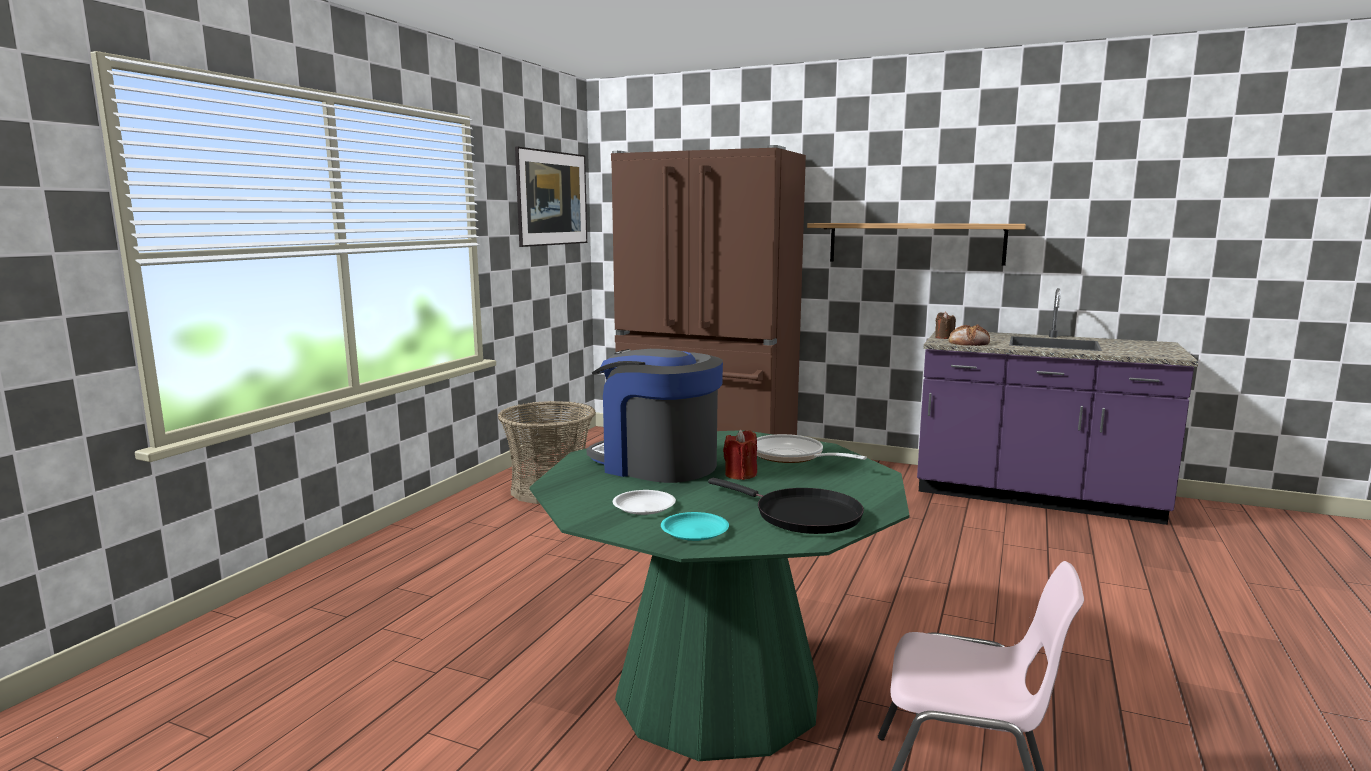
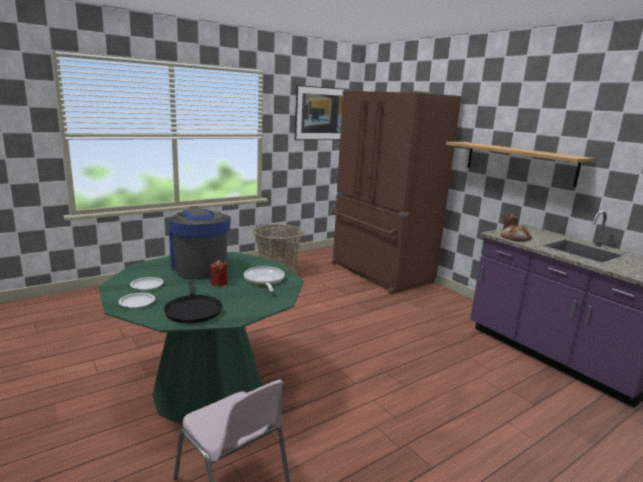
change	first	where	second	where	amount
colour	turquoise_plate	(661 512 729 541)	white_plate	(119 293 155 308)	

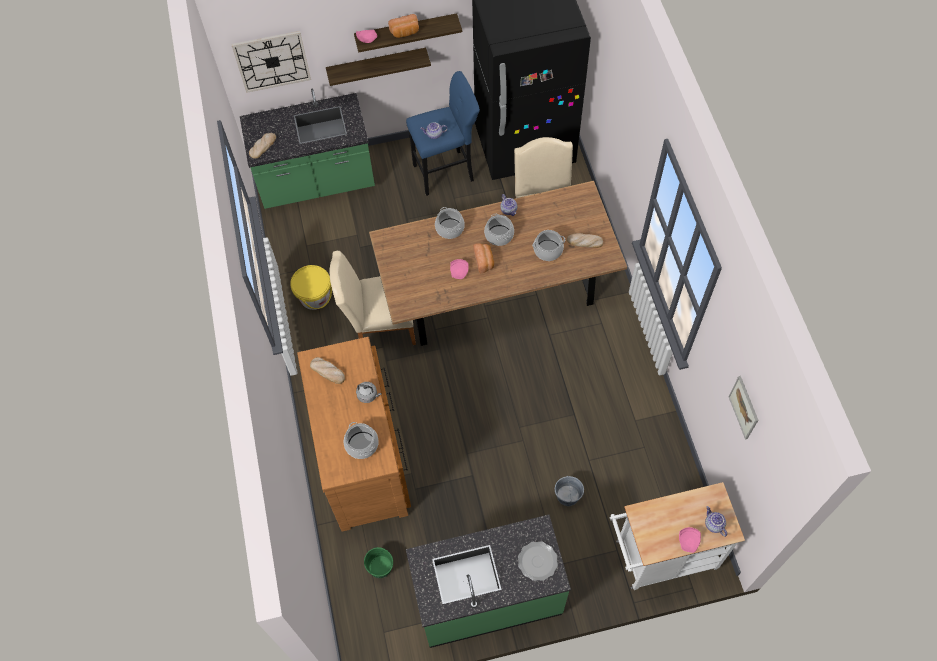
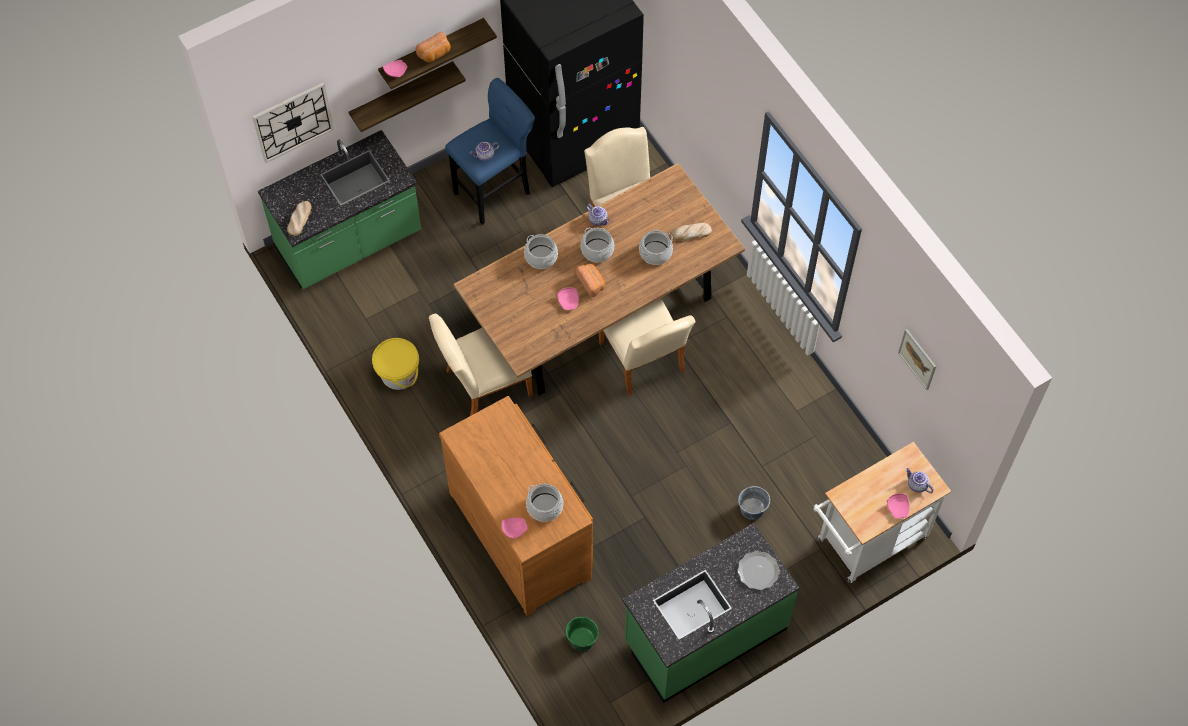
change	first	where	second	where	amount
missing	bread	(310 357 345 384)			
missing	grey_kettle	(356 382 381 403)			
appeared			beige_chair	(599 298 695 396)	
appeared			pink_plate	(501 518 528 539)	

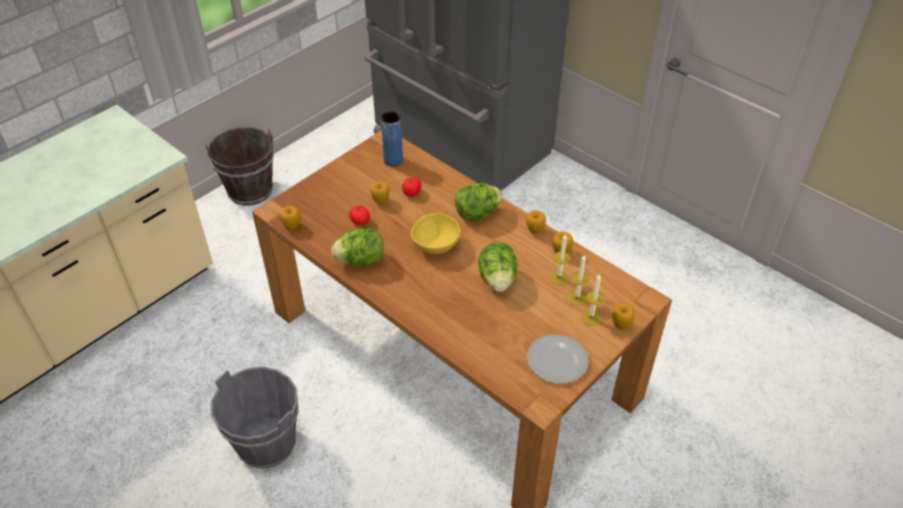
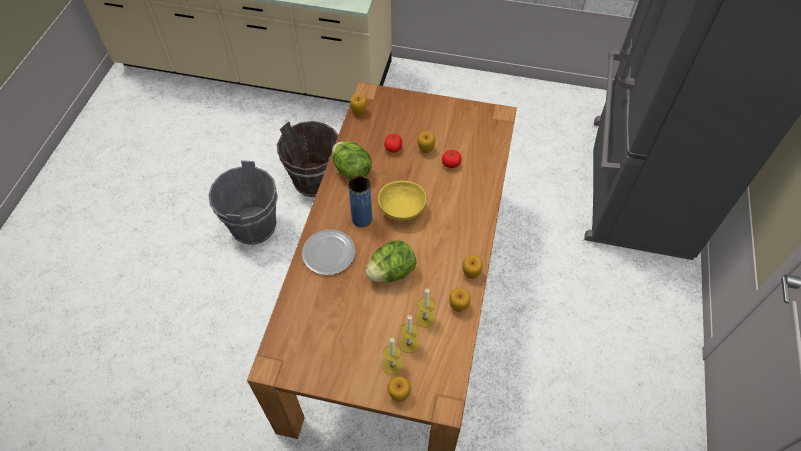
change	first	where	second	where	amount
relocated	blue_vase	(381 111 403 167)		(348 176 372 227)	
relocated	brown_bucket	(205 127 274 205)		(277 121 338 197)	
missing	lettuce	(454 183 503 221)			
relocated	plate	(527 334 589 384)		(302 229 355 275)	

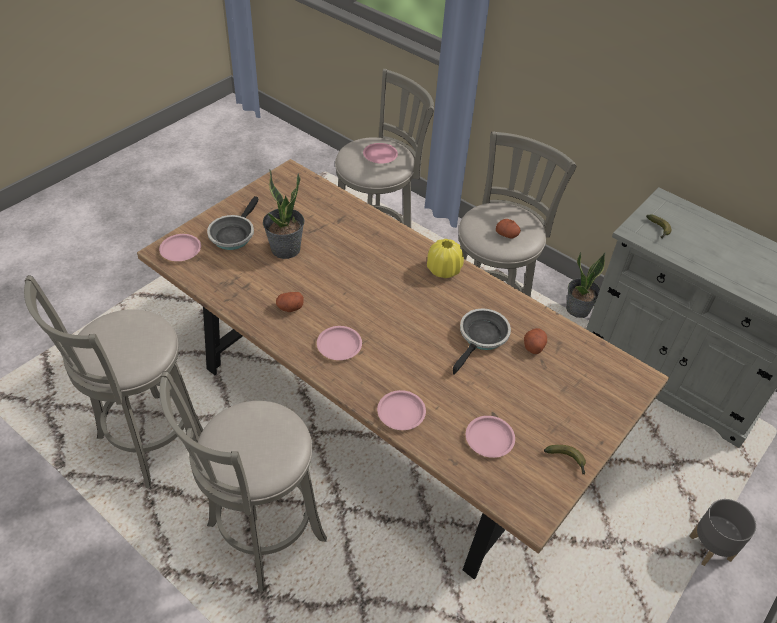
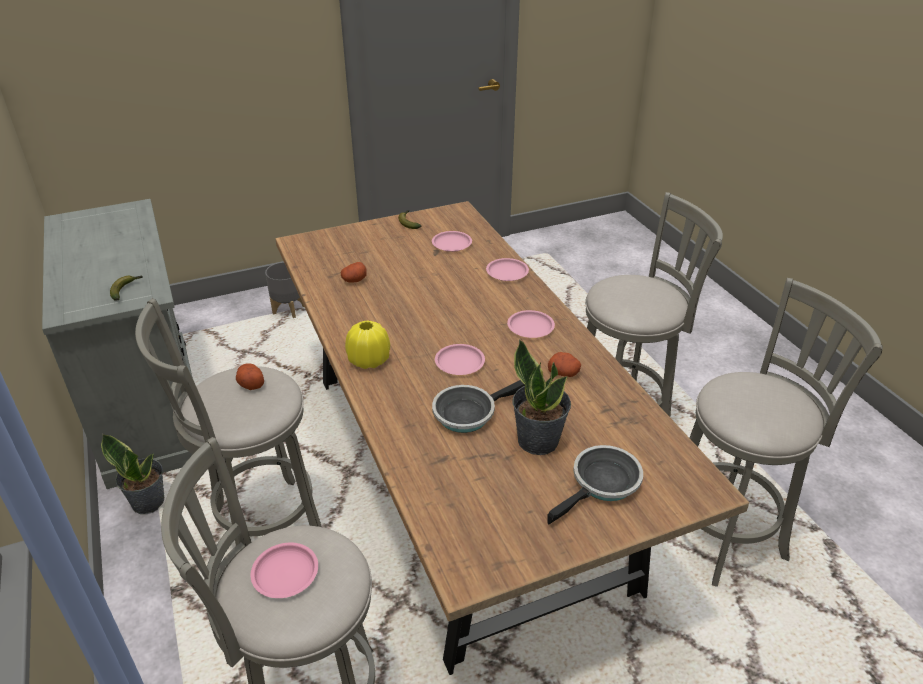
change	first	where	second	where	amount
relocated	pink_plate	(159 234 201 261)		(435 344 485 375)	
relocated	frying_pan	(453 308 511 375)		(432 380 525 433)	

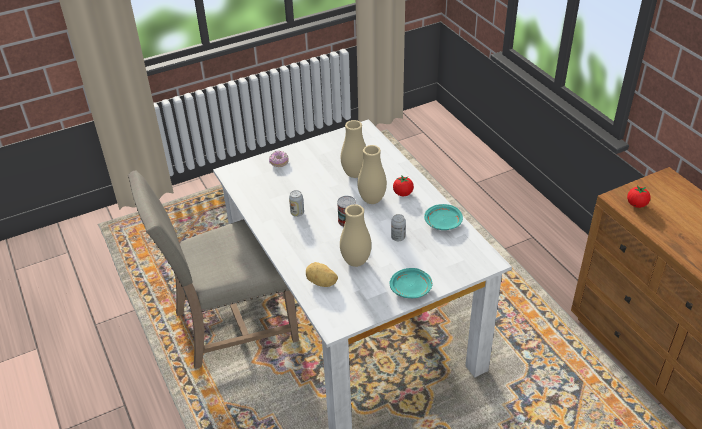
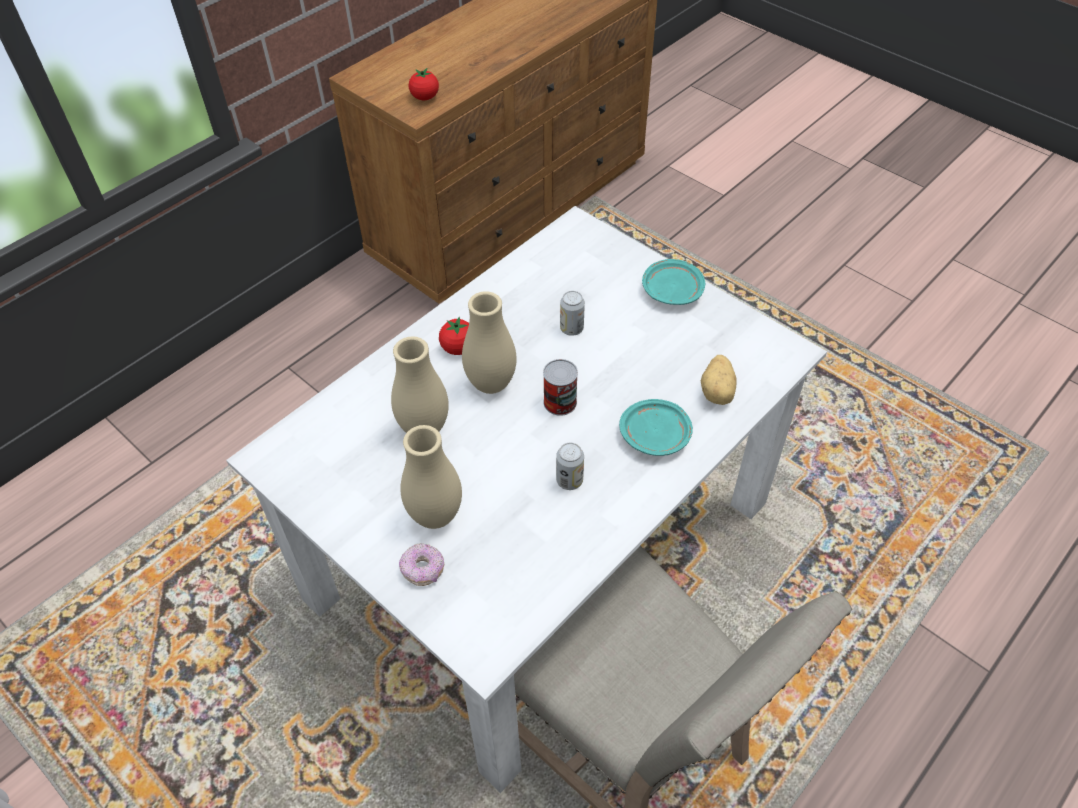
change	first	where	second	where	amount
relocated	beige_vase	(340 204 372 267)		(400 425 462 529)	
relocated	turquoise_plate	(424 204 463 230)		(619 399 693 456)	

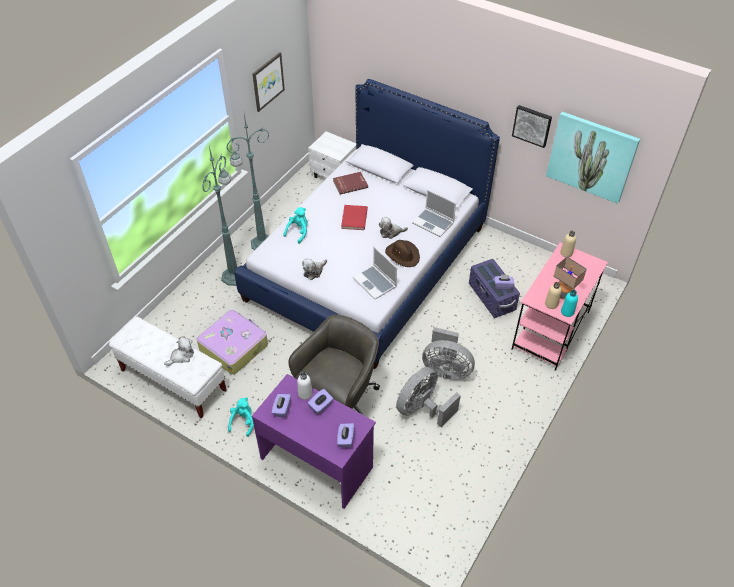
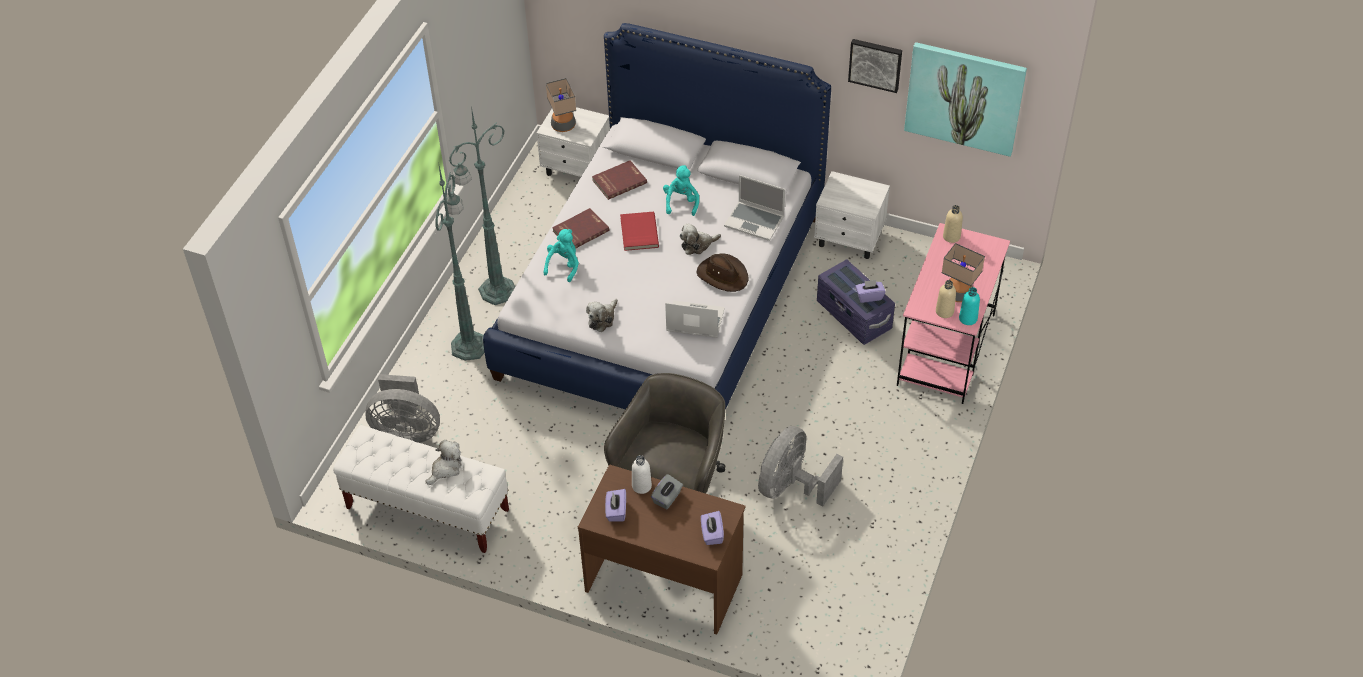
change	first	where	second	where	amount
missing	picture	(253 52 285 112)			
spun	laptop	(353 247 397 299)		(665 300 725 338)	150 degrees clockwise
missing	suitcase	(197 310 268 374)			
relocated	grey_fan	(423 327 475 380)		(365 374 440 443)	
colour	purple_desk	(252 374 376 509)	brown_desk	(578 464 746 635)	
colour	purple_tissue_box	(308 389 333 415)	grey_tissue_box	(651 474 683 509)	
relocated	turquoise_plush_toy	(228 397 254 437)		(663 165 699 216)	
appeared			table_lamp	(546 78 576 132)	
appeared			white_nightstand	(814 171 890 259)	
appeared			red_book	(552 208 610 248)	

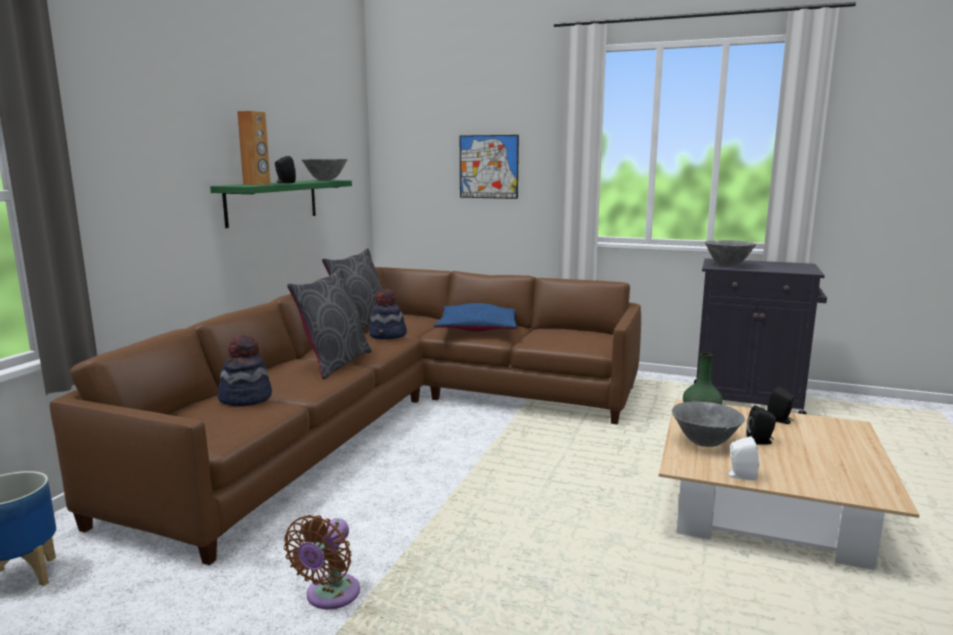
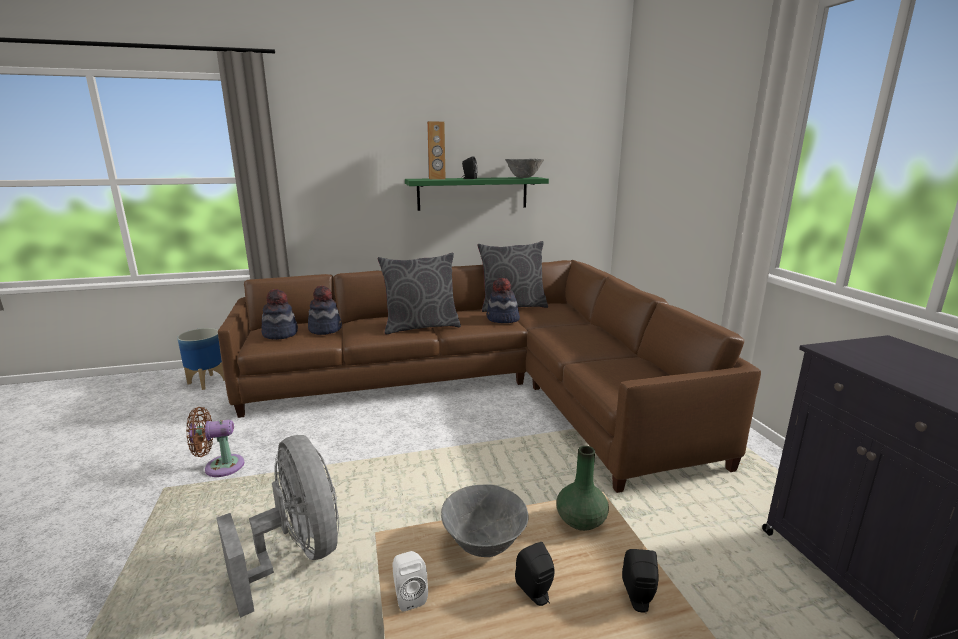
change	first	where	second	where	amount
missing	picture	(460 135 519 199)			
missing	grey_bowl	(704 240 757 266)			
missing	blue_pillow	(434 303 517 332)			
appeared			hat	(262 289 298 340)	
appeared			grey_fan	(217 435 339 618)	

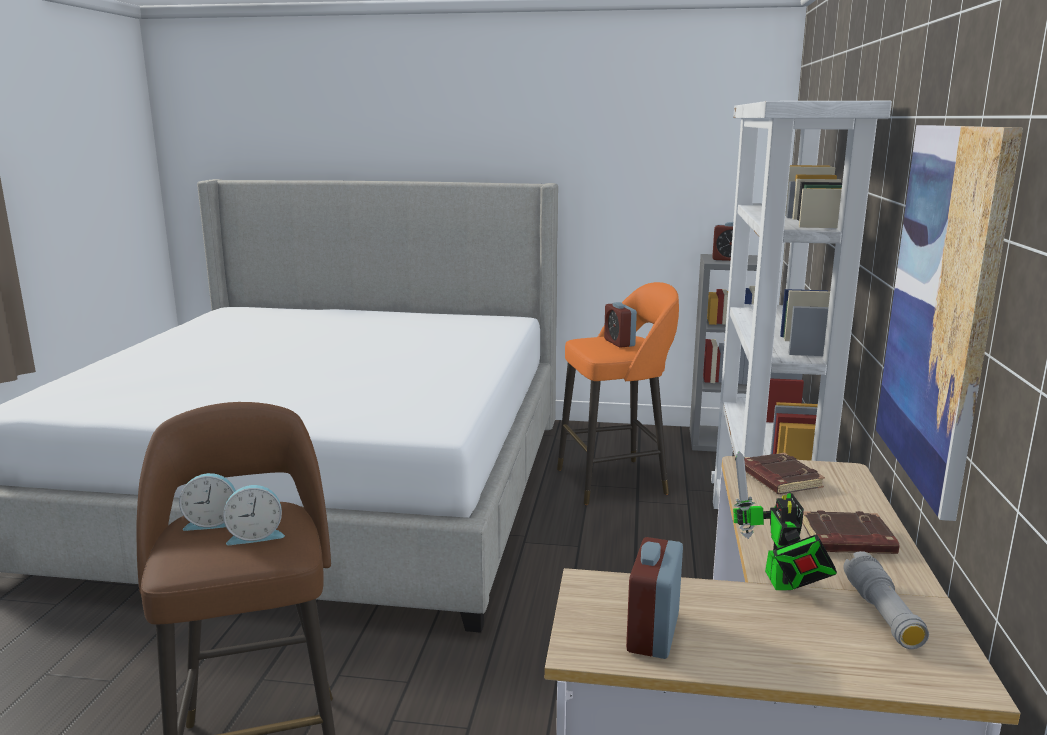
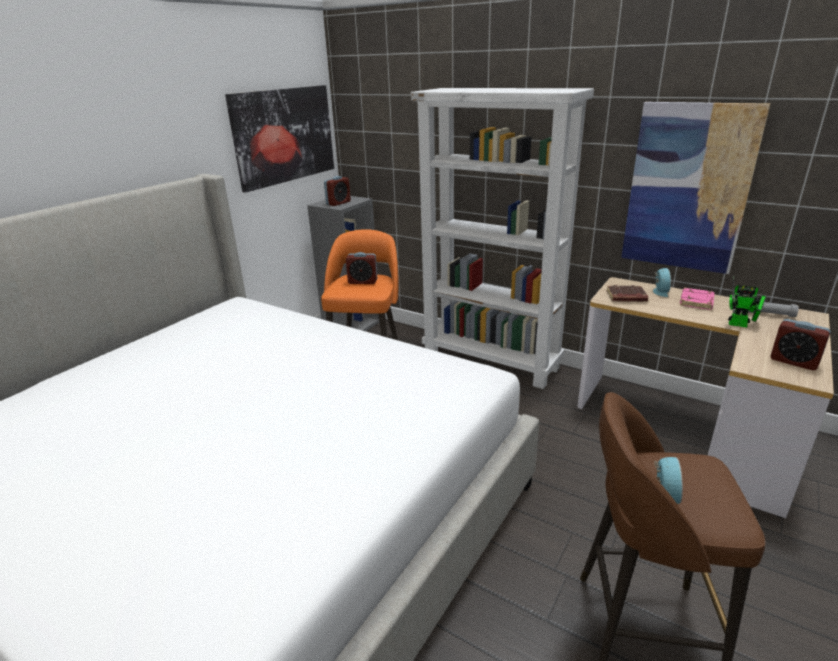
change	first	where	second	where	amount
relocated	alarm_clock	(223 485 285 545)		(653 268 671 297)	
colour	brown_book	(802 510 900 554)	pink_book	(680 288 715 310)	
appeared			picture	(225 85 334 192)	

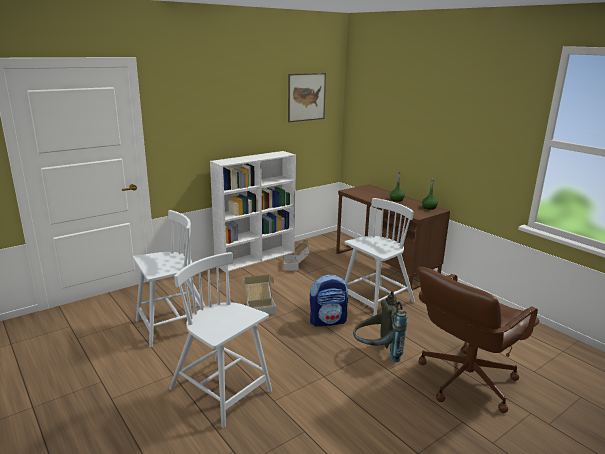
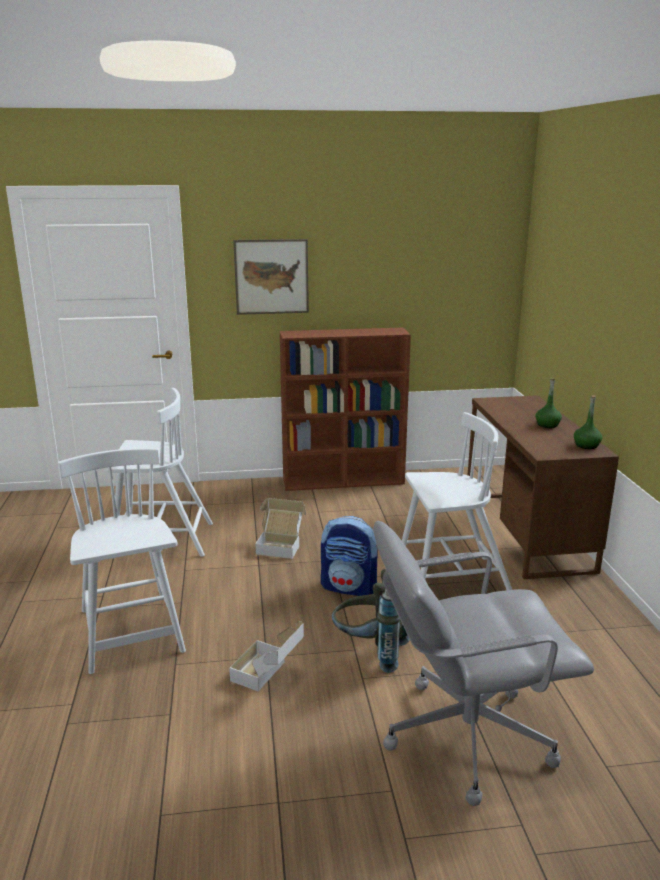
change	first	where	second	where	amount
relocated	picture	(288 73 326 122)		(233 239 309 315)	
colour	white_bookcase	(210 151 296 272)	brown_bookcase	(280 328 411 491)	
relocated	cardboard_box	(284 239 309 271)		(229 621 304 692)	
colour	brown_office_chair	(418 267 539 413)	grey_office_chair	(374 521 594 806)	

